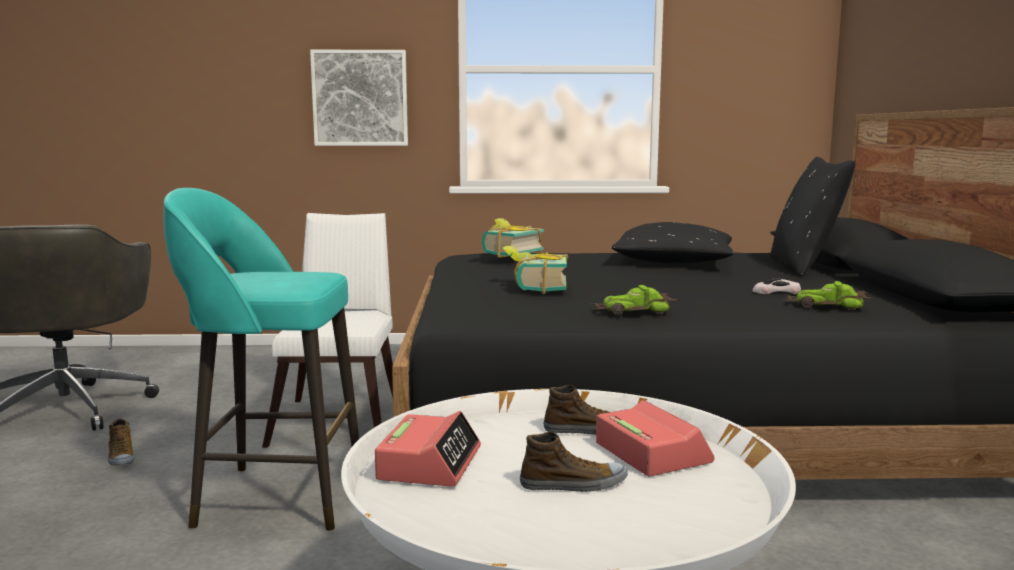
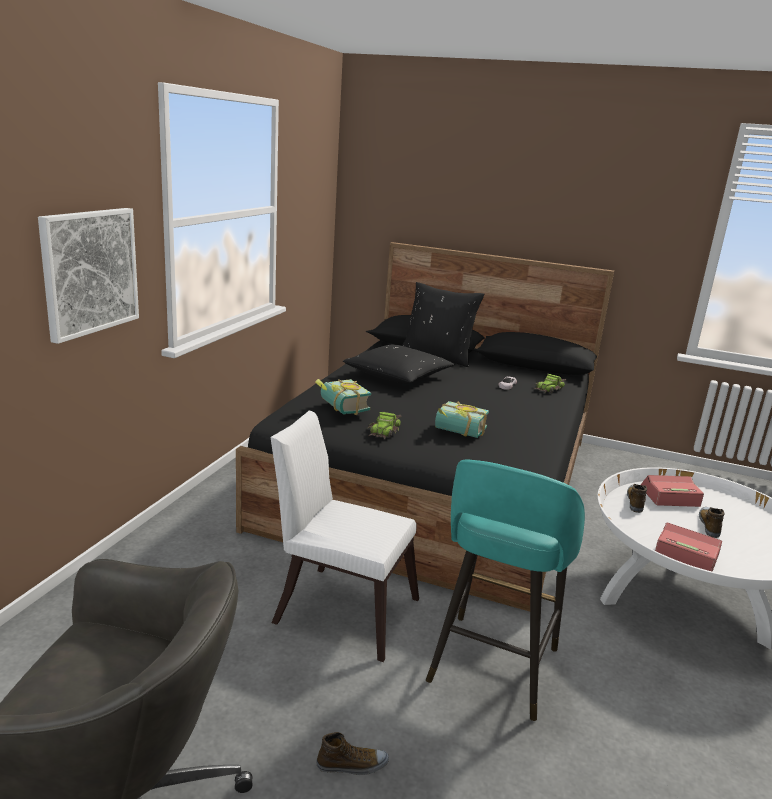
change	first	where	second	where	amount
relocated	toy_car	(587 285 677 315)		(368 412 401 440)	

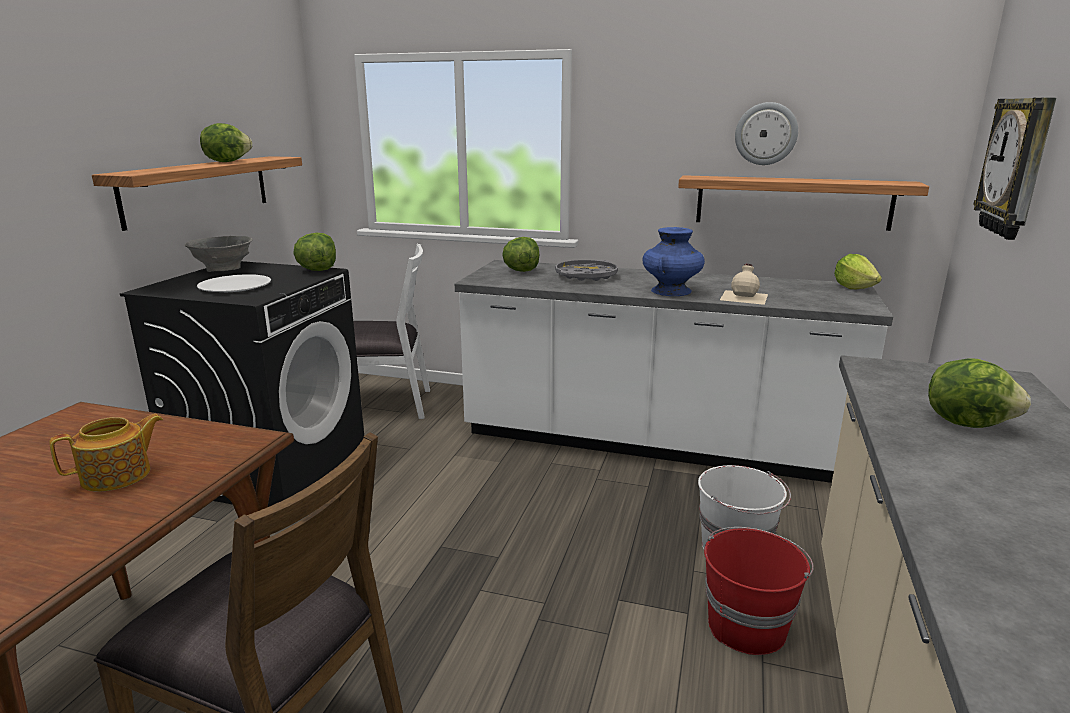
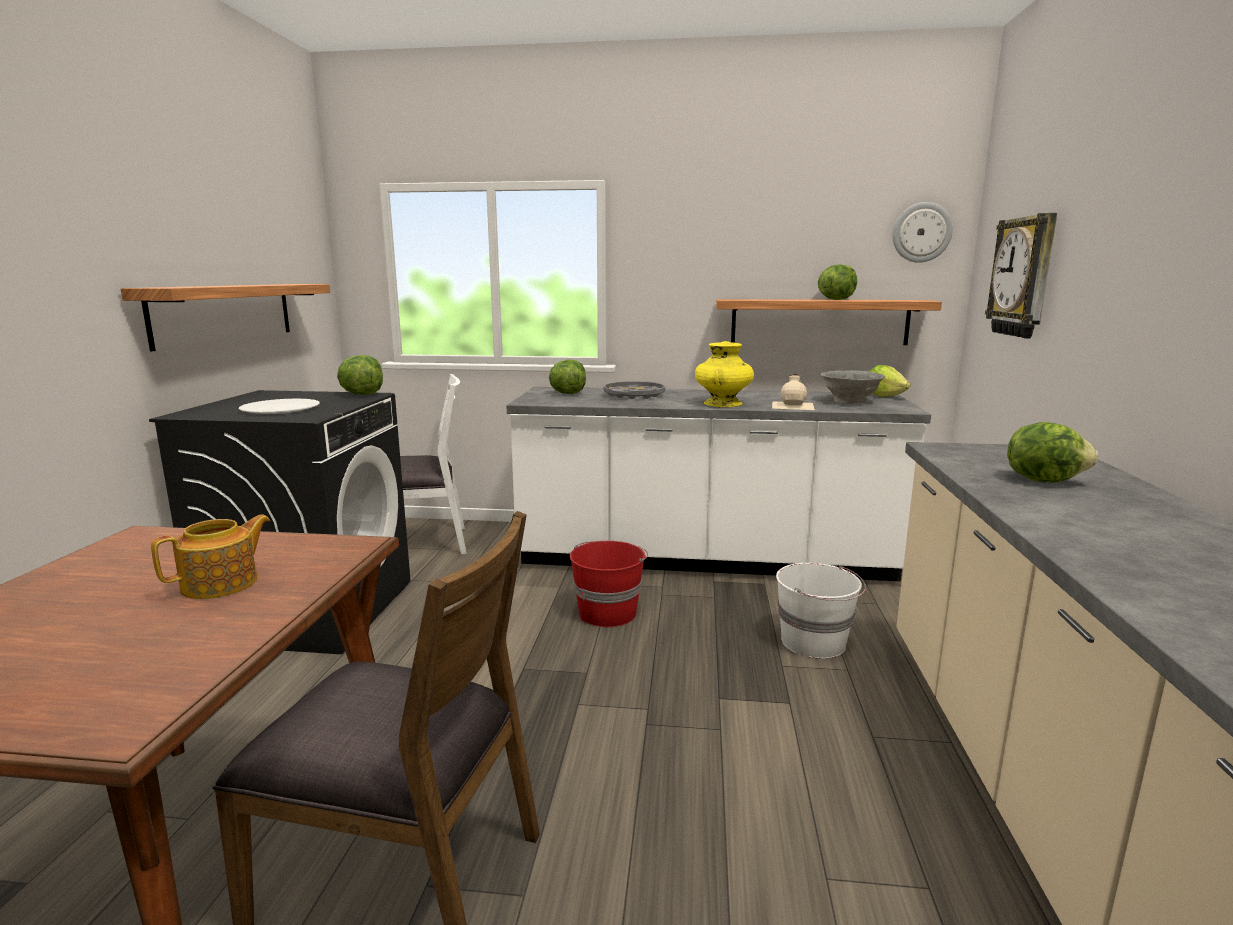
change	first	where	second	where	amount
relocated	wall_clock	(735 102 798 165)		(893 202 953 263)	
relocated	lettuce	(200 123 253 162)		(818 264 857 300)	
colour	blue_vase	(642 227 705 296)	yellow_vase	(695 341 754 407)	
relocated	grey_bowl	(185 236 253 272)		(821 370 885 404)	
relocated	red_bucket	(704 527 814 655)		(570 540 648 627)	

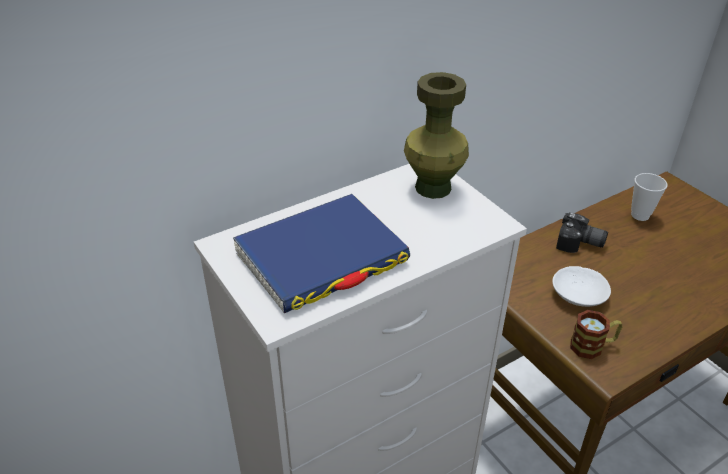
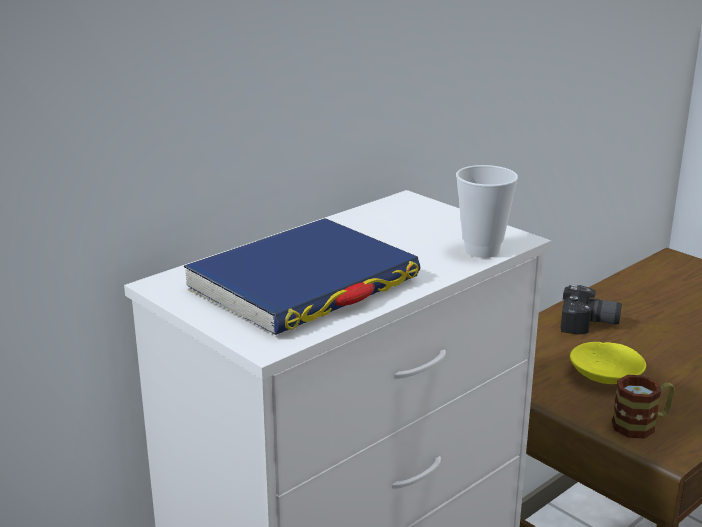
change	first	where	second	where	amount
missing	green_vase	(404 72 469 199)			
relocated	cup	(631 173 667 221)		(456 165 518 258)	
colour	white_bowl	(552 266 611 307)	yellow_bowl	(570 342 646 384)	

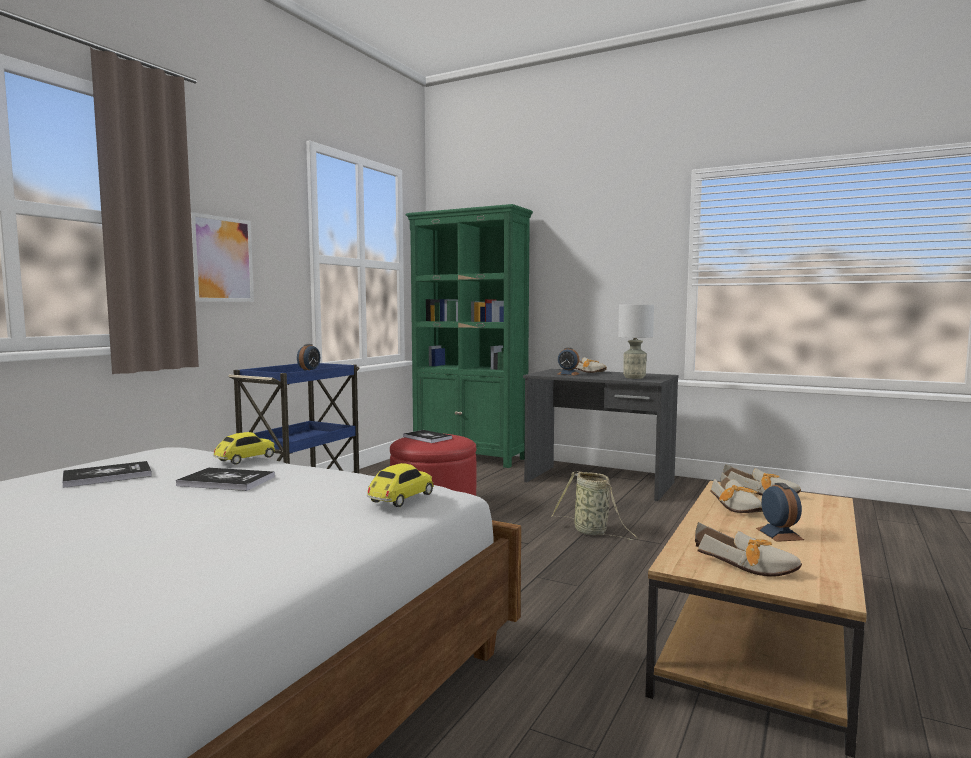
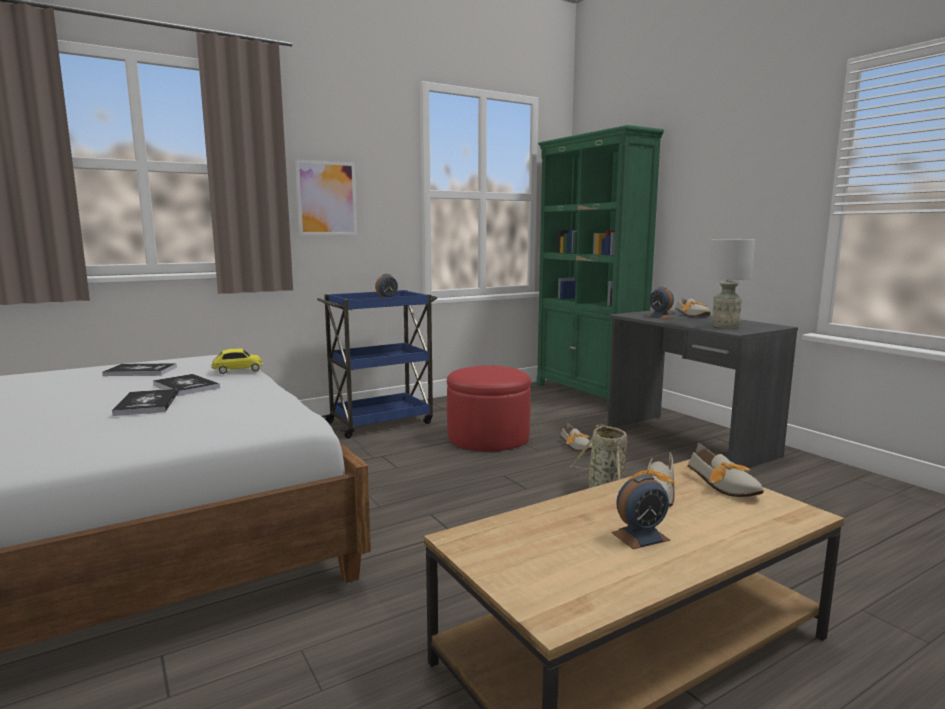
change	first	where	second	where	amount
relocated	book	(403 430 452 443)		(112 389 178 416)	
missing	toy_car	(367 463 434 507)			
spun	alarm_clock	(756 483 804 542)		(611 475 670 549)	45 degrees clockwise
relocated	shoe	(695 522 802 577)		(560 423 592 451)	

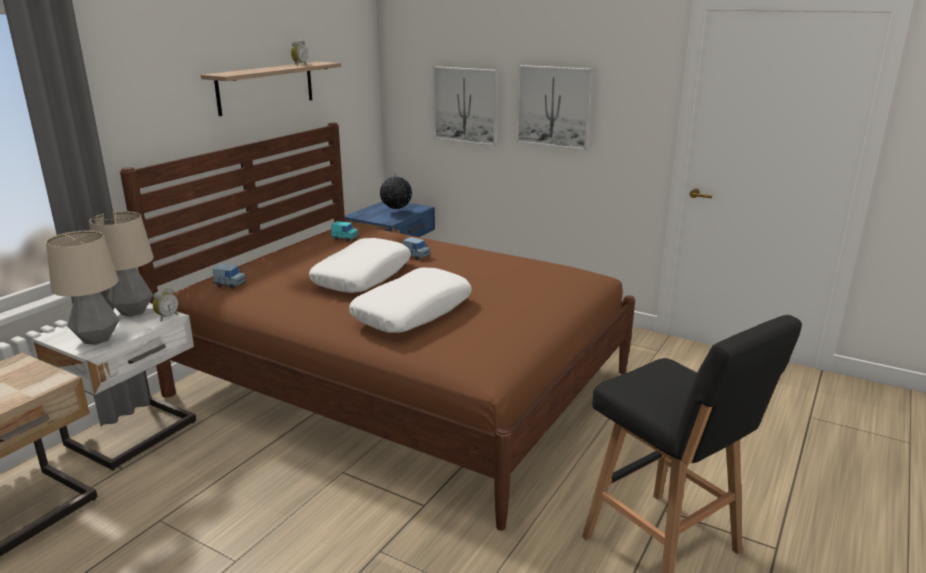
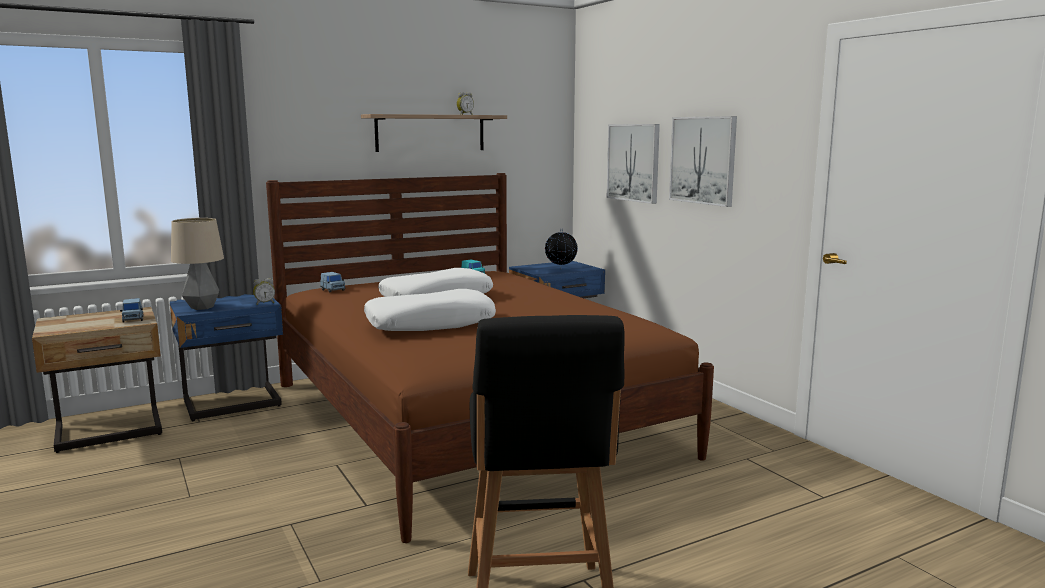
change	first	where	second	where	amount
missing	table_lamp	(89 211 154 317)			
relocated	blue_toy_car	(403 237 431 260)		(120 298 143 322)	
colour	white_nightstand	(33 303 196 470)	blue_nightstand	(170 294 283 421)	

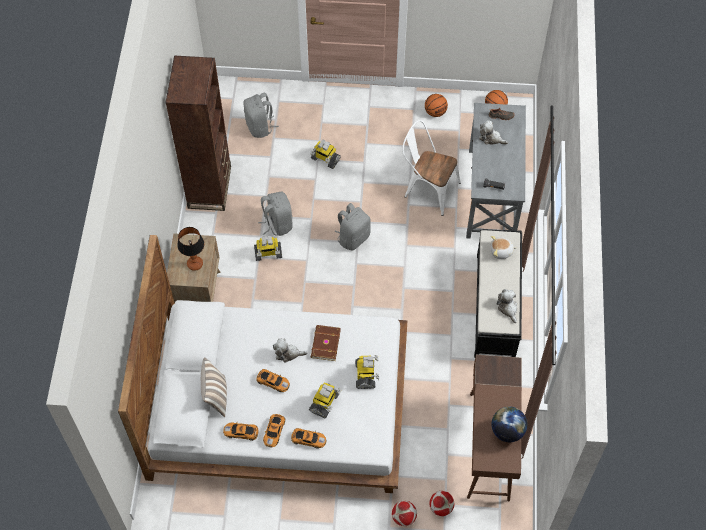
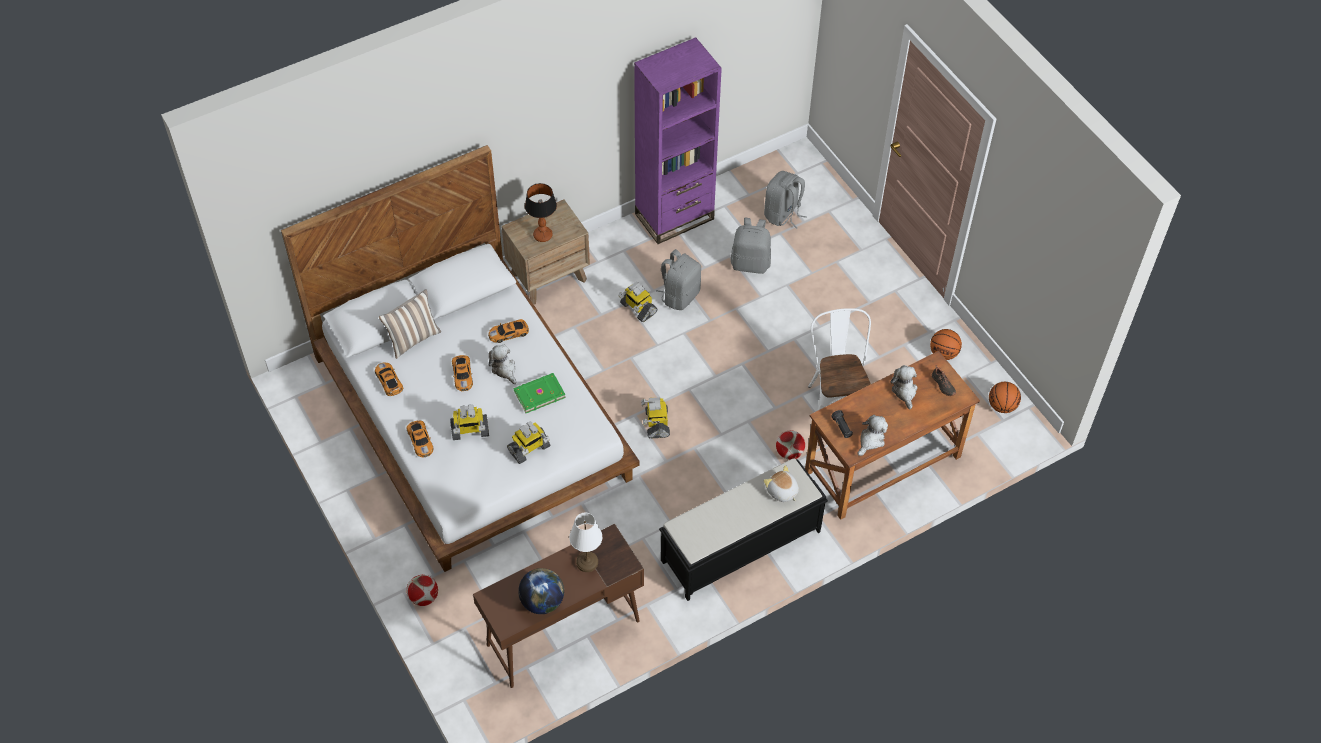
change	first	where	second	where	amount
colour	brown_bookcase	(165 55 231 211)	purple_bookcase	(634 38 722 244)	
colour	grey_desk	(466 103 526 238)	brown_desk	(805 351 980 520)	
relocated	toy_robot	(310 140 341 169)		(641 397 670 438)	
relocated	grey_backpack	(335 203 371 250)		(731 218 771 274)	
relocated	plush_toy	(497 289 517 323)		(857 415 888 456)	
colour	brown_book	(311 325 341 361)	green_book	(513 373 566 413)	
relocated	toy_car	(263 414 285 448)		(488 319 529 343)	
relocated	football	(429 491 455 516)		(776 430 805 460)	
appeared			white_table_lamp	(569 513 602 572)	

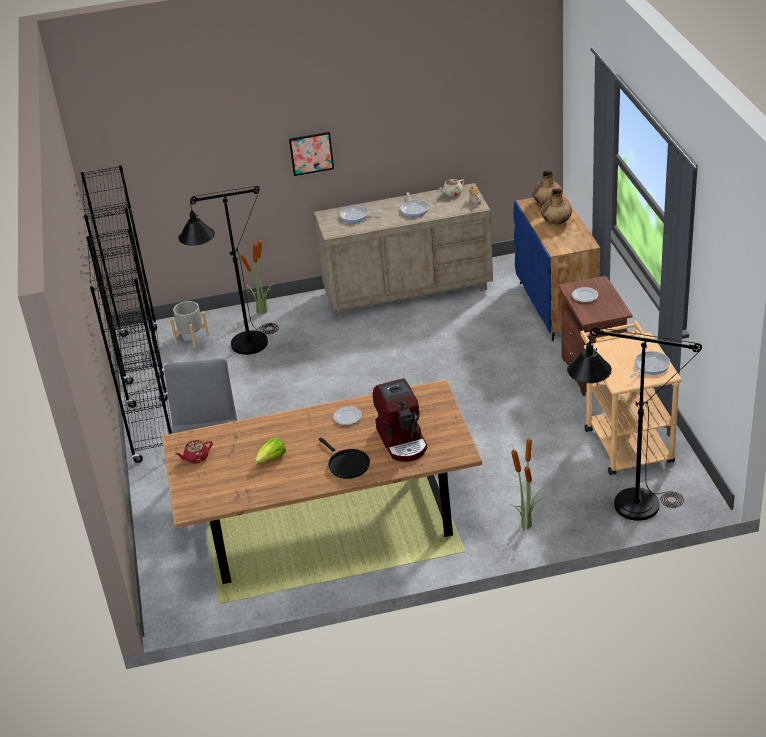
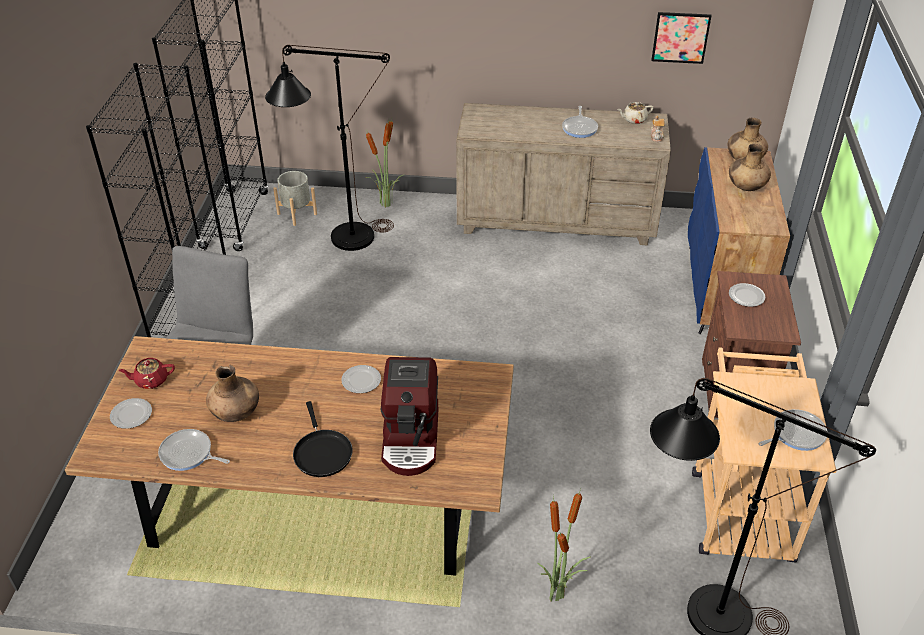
change	first	where	second	where	amount
relocated	picture	(289 132 334 176)		(651 12 712 64)	
relocated	frying_pan	(340 205 383 223)		(158 429 230 471)	
exchanged	lettuce	(255 437 286 464)	brown_vase	(206 365 259 422)	
appeared			plate	(110 398 152 429)	

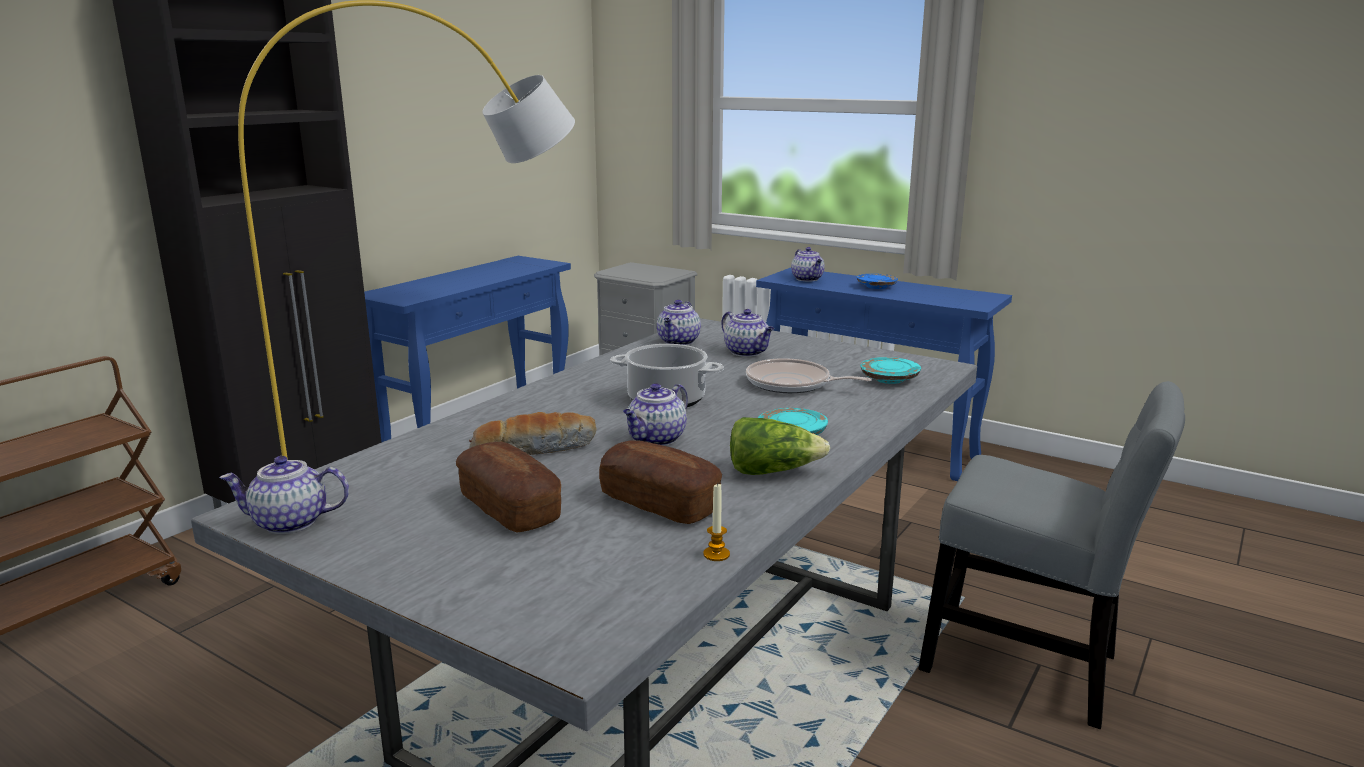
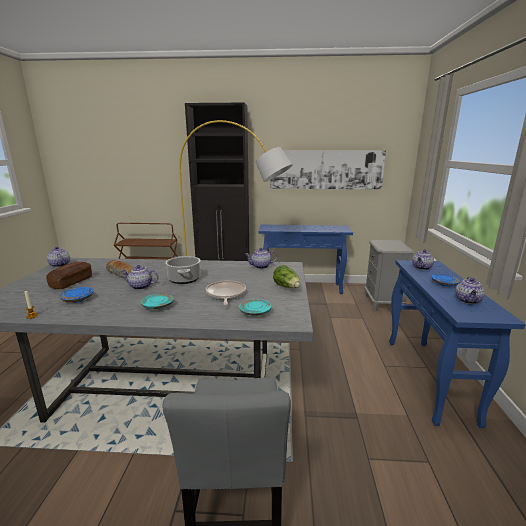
change	first	where	second	where	amount
relocated	teapot	(722 309 774 357)		(455 277 485 304)	
relocated	lettuce	(730 417 830 475)		(273 265 300 288)	
exchanged	bread	(599 440 722 524)	blue_plate	(59 287 93 303)	
appeared			picture	(270 150 386 190)	

